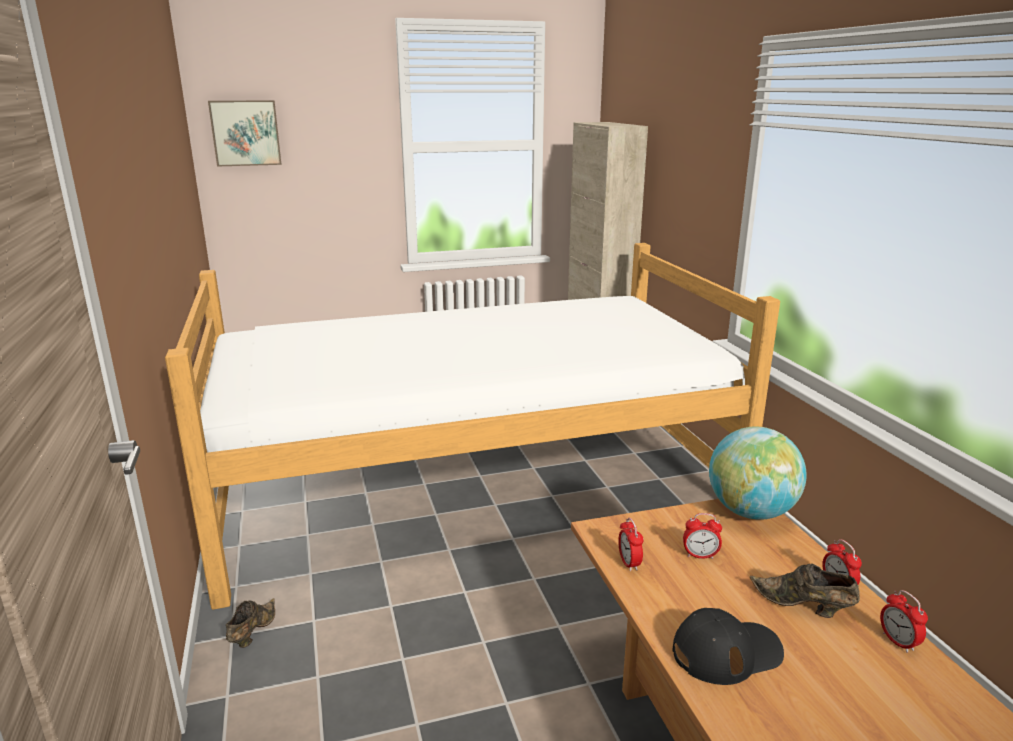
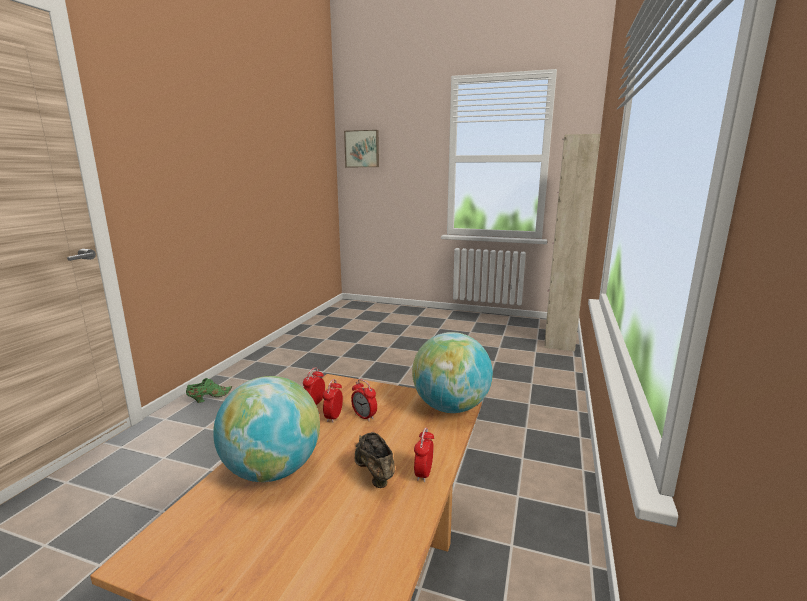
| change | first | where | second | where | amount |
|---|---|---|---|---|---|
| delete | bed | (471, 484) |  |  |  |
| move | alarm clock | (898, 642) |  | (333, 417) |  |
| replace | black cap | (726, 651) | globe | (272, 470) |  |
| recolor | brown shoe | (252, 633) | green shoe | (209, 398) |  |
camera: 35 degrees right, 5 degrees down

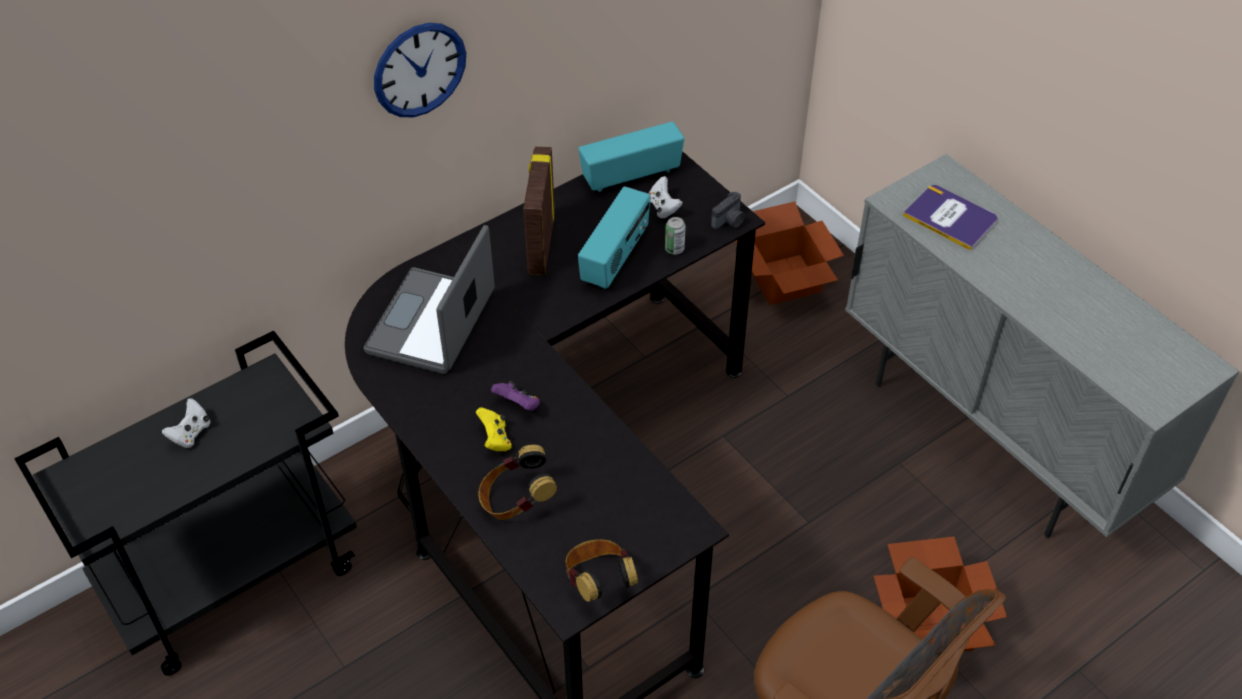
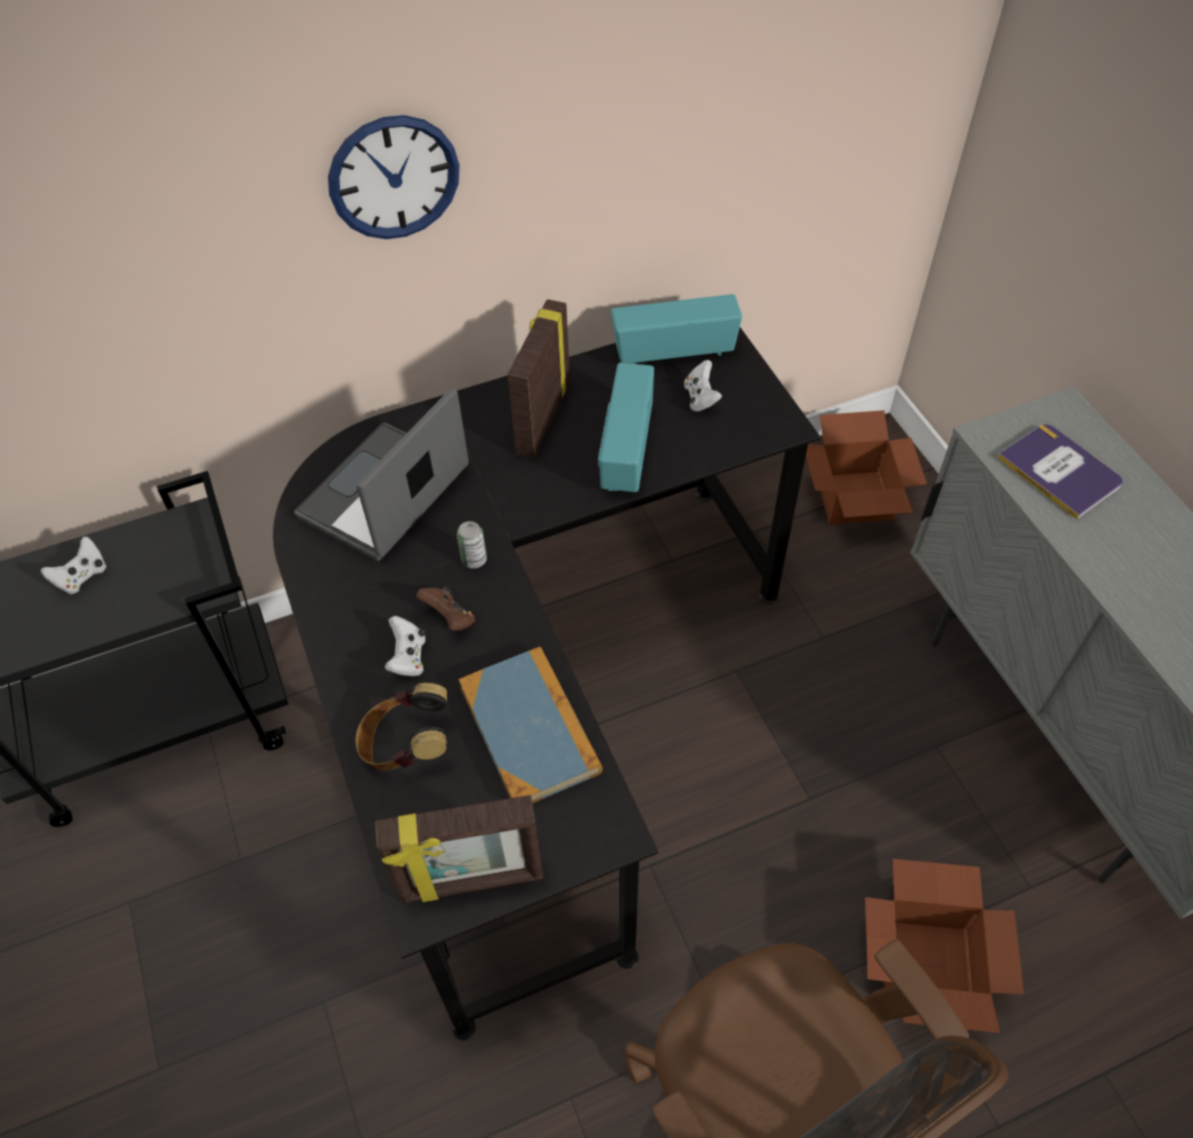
| change | first | where | second | where | amount |
|---|---|---|---|---|---|
| delete | photo camera | (729, 221) |  |  |  |
| insert |  |  | book | (530, 729) |  |
| move | can | (674, 249) |  | (474, 559) |  |
| replace | headphones | (599, 581) | picture frame | (472, 882) |  |
| recolor | yellow game controller | (495, 439) | white game controller | (408, 657) |  |
| recolor | purple game controller | (518, 405) | brown game controller | (450, 618) |  |
| rotate | radio | (616, 258) |  | (625, 451) | 150 degrees clockwise |
camera: 15 degrees right, 5 degrees up

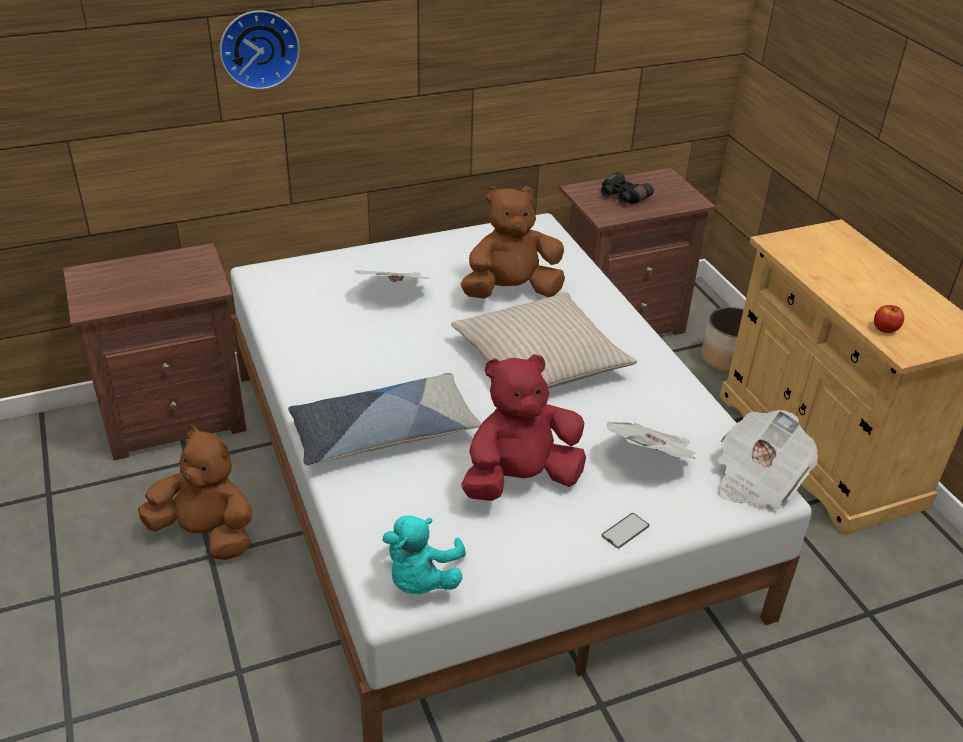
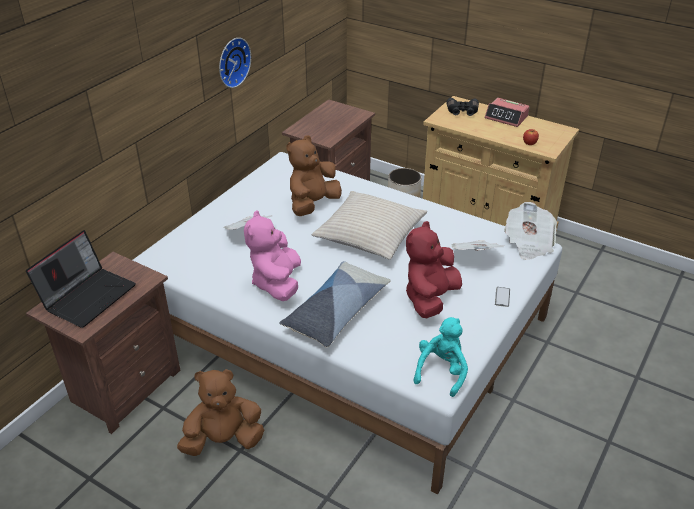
| change | first | where | second | where | amount |
|---|---|---|---|---|---|
| insert |  |  | laptop | (88, 295) |  |
| insert |  |  | pink plush toy | (277, 283) |  |
| insert |  |  | alarm clock | (506, 117) |  |
| move | wall clock | (258, 48) |  | (232, 62) |  |
| move | black binoculars | (622, 197) |  | (462, 112) |  |
| rotate | turquoise plush toy | (421, 579) |  | (441, 371) | 135 degrees counterclockwise |
camera: 35 degrees left, 0 degrees up

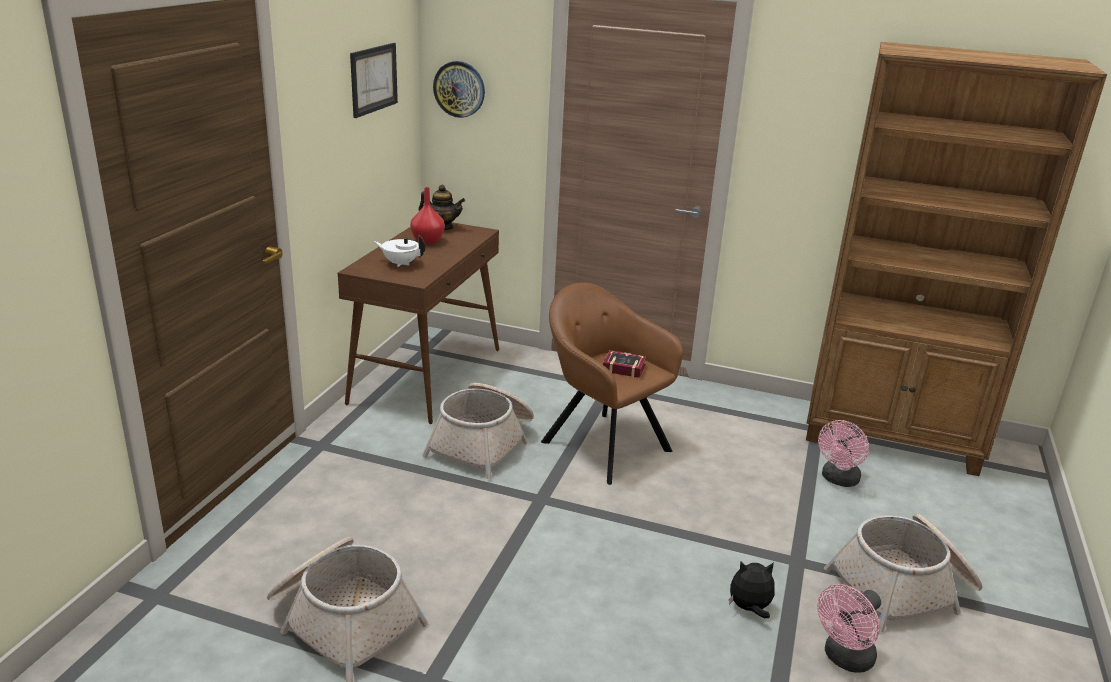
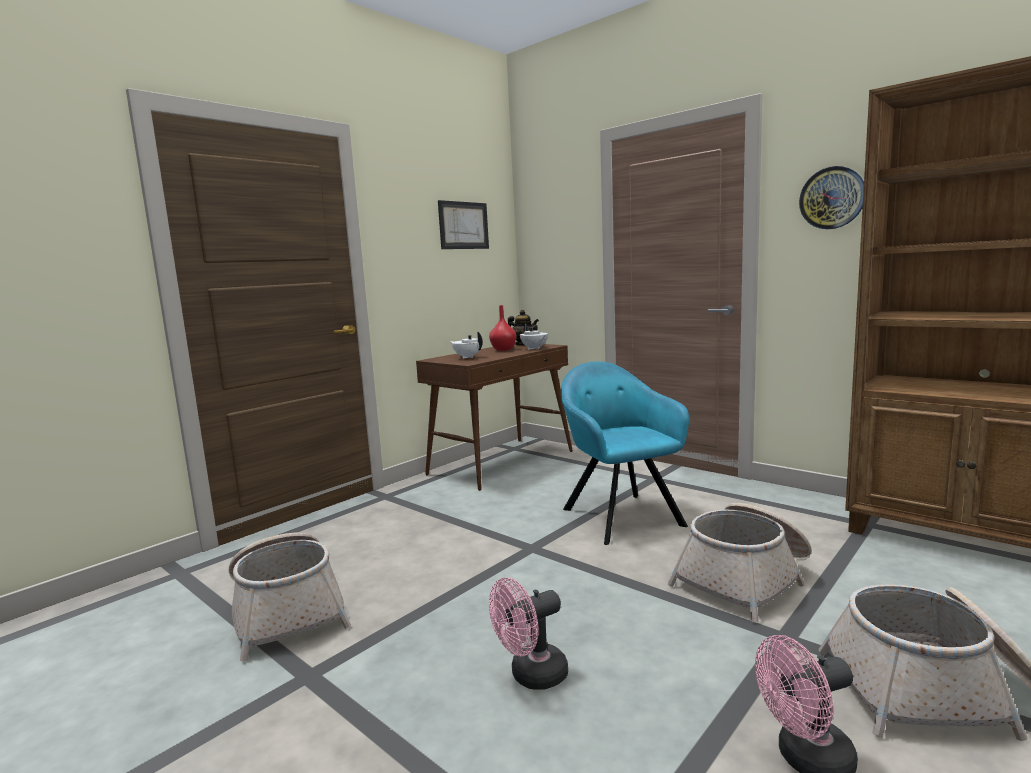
| change | first | where | second | where | amount |
|---|---|---|---|---|---|
| delete | book | (622, 367) |  |  |  |
| delete | plush toy | (749, 609) |  |  |  |
| insert |  |  | white teapot | (534, 349) |  |
| move | basket | (483, 443) |  | (745, 579) |  |
| move | wall clock | (459, 89) |  | (832, 198) |  |
| move | pink fan | (838, 480) |  | (531, 676) |  |
| recolor | brown armchair | (602, 443) | turquoise armchair | (619, 515) |  |
camera: 25 degrees right, 15 degrees down

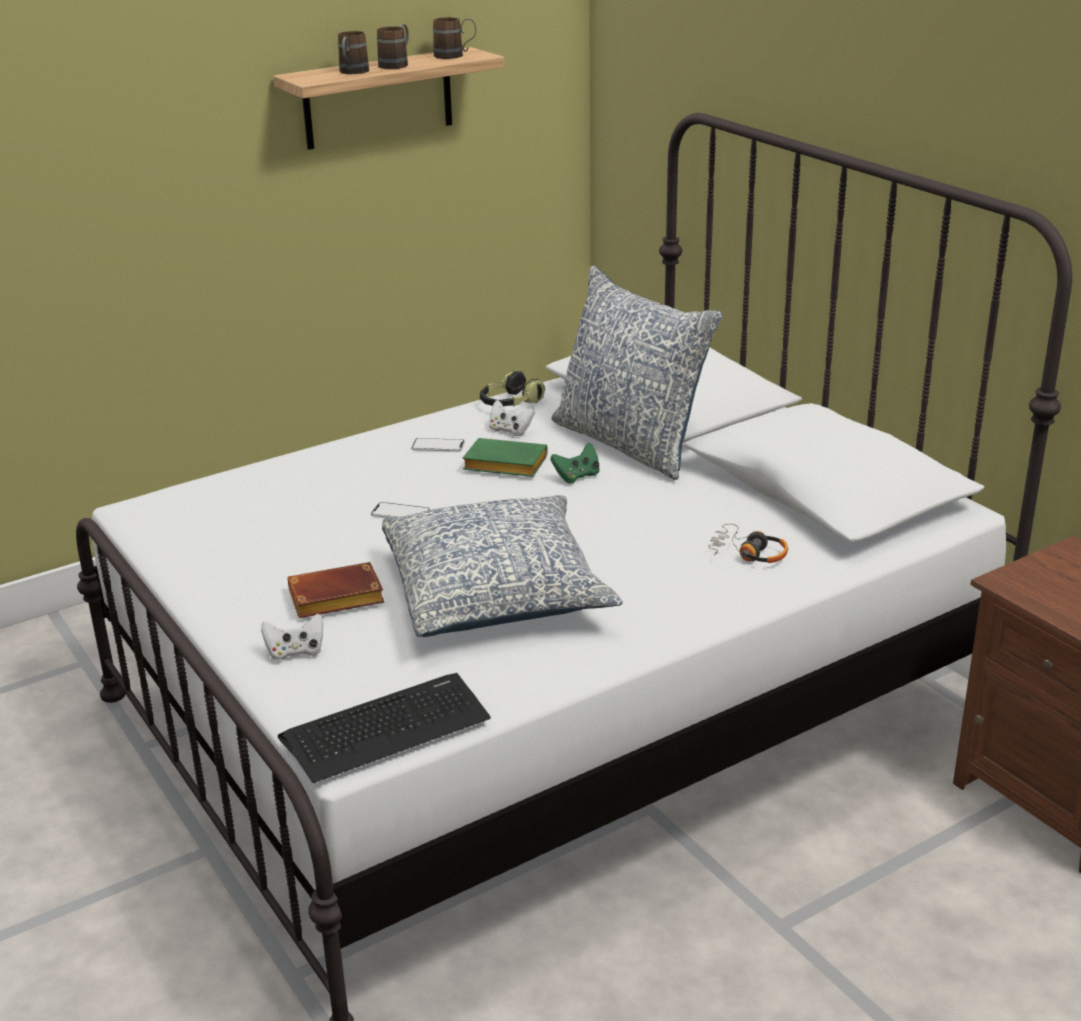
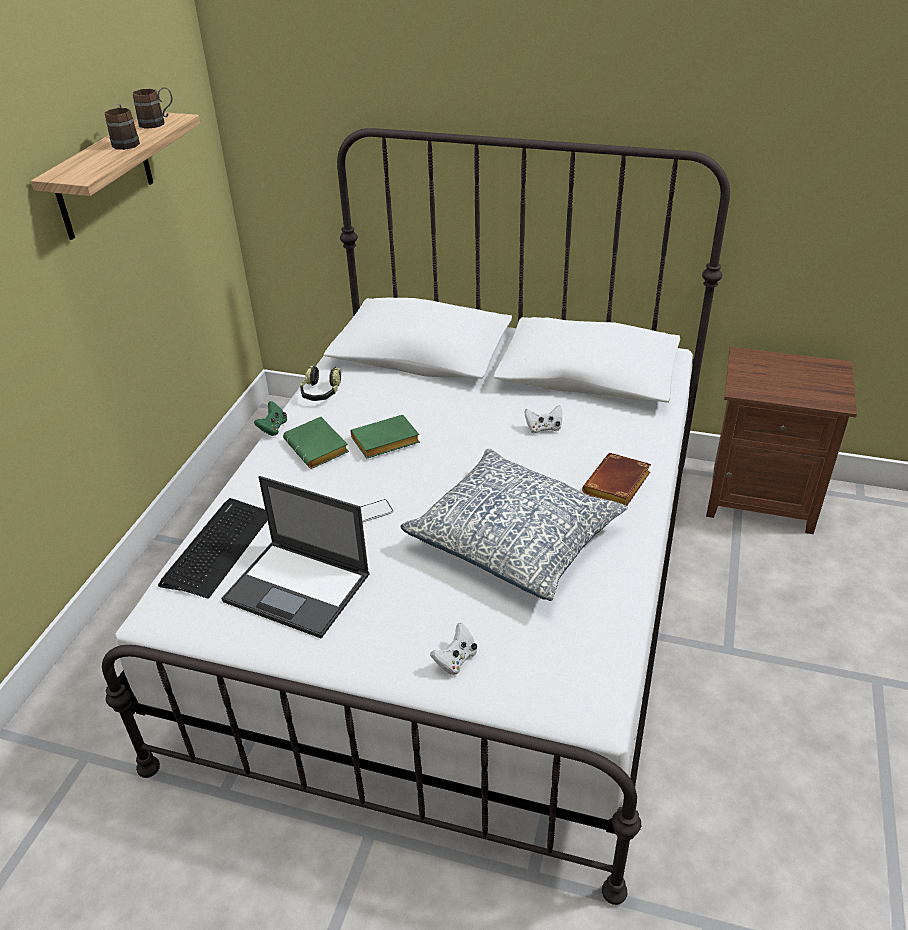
| change | first | where | second | where | amount |
|---|---|---|---|---|---|
| delete | brown mug | (352, 72) |  |  |  |
| delete | pillow | (631, 443) |  |  |  |
| delete | headphones | (748, 553) |  |  |  |
| insert |  |  | laptop | (299, 588) |  |
| move | keyboard | (386, 728) |  | (218, 548) |  |
| move | brown book | (334, 600) |  | (617, 486) |  |
| move | white game controller | (510, 431) |  | (544, 428) |  |
| move | green game controller | (577, 476) |  | (273, 428) |  |
| replace | phone | (438, 446) | green book | (319, 448) |  |
camera: 40 degrees left, 10 degrees up

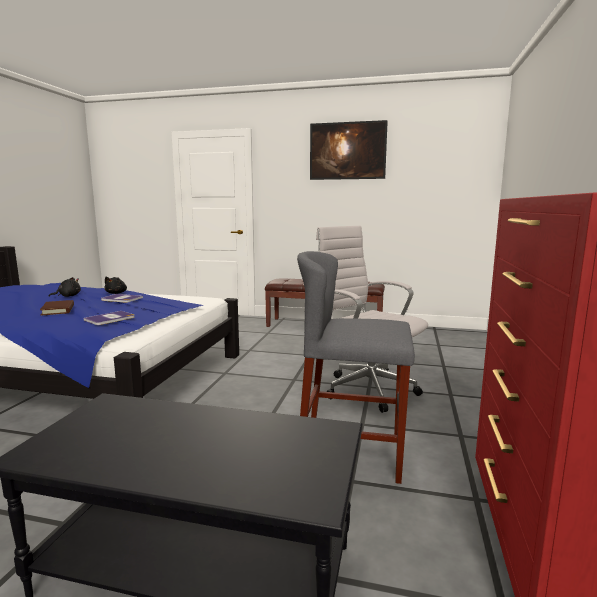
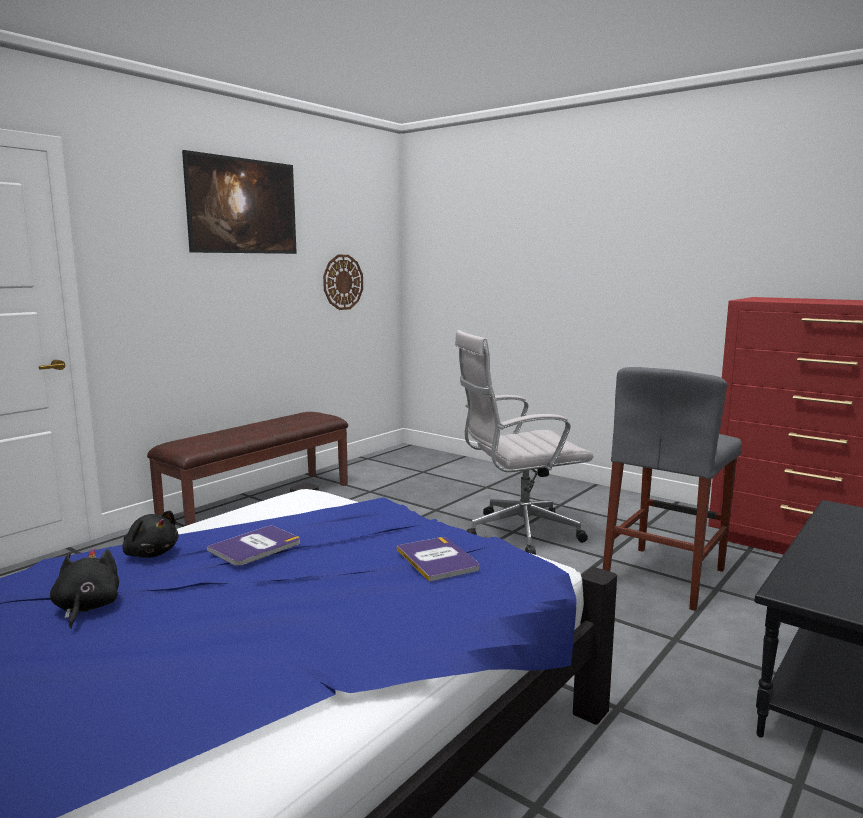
| change | first | where | second | where | amount |
|---|---|---|---|---|---|
| delete | brown book | (58, 310) |  |  |  |
| insert |  |  | wall clock | (343, 282) |  |
camera: 65 degrees left, 0 degrees up

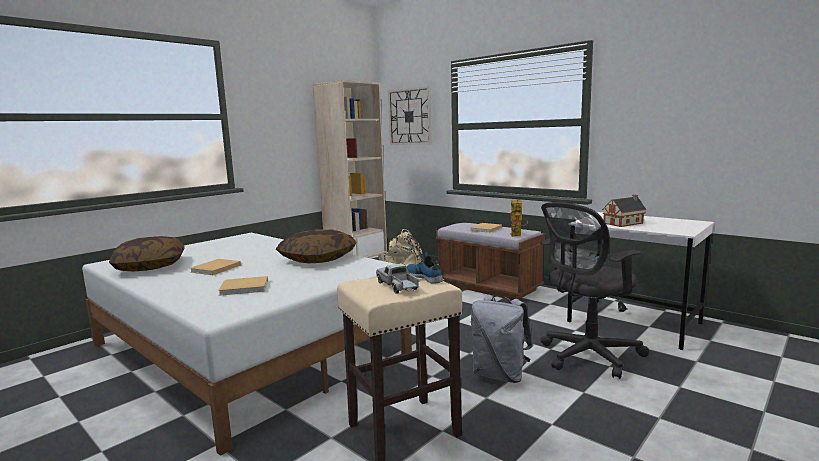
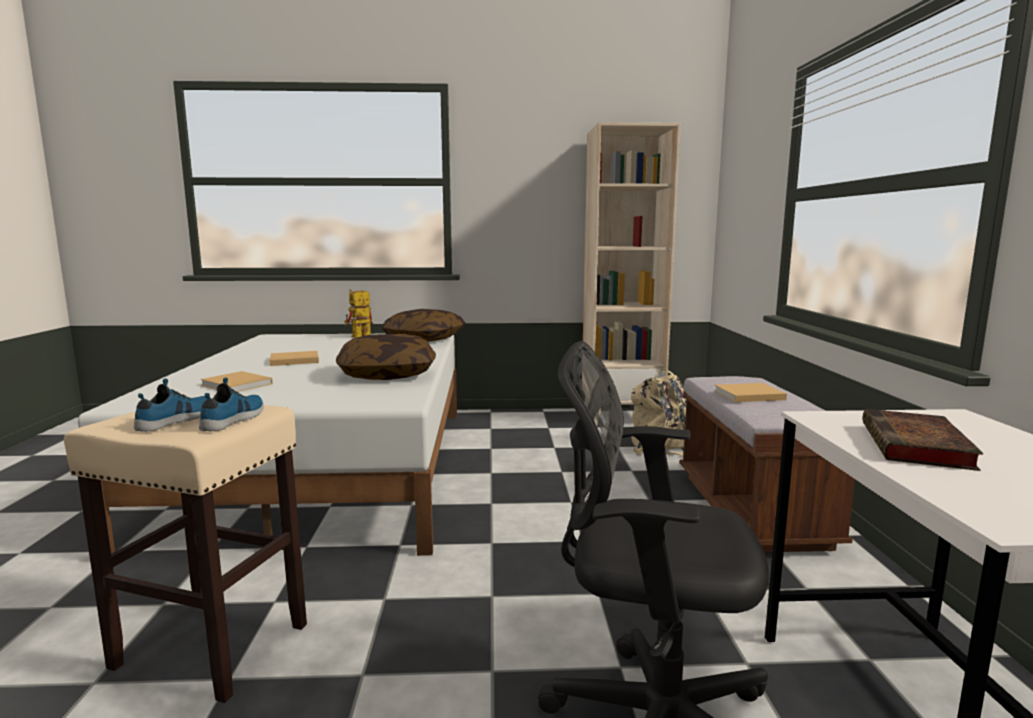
| change | first | where | second | where | amount |
|---|---|---|---|---|---|
| delete | wall clock | (409, 116) |  |  |  |
| delete | grey backpack | (500, 375) |  |  |  |
| move | pillow | (151, 266) |  | (424, 339) |  |
| move | toy robot | (517, 235) |  | (358, 337) |  |
| replace | toy truck | (398, 286) | shoe | (177, 419) |  |
| replace | toy house | (624, 223) | book | (917, 447) |  |
camera: 45 degrees right, 0 degrees up

